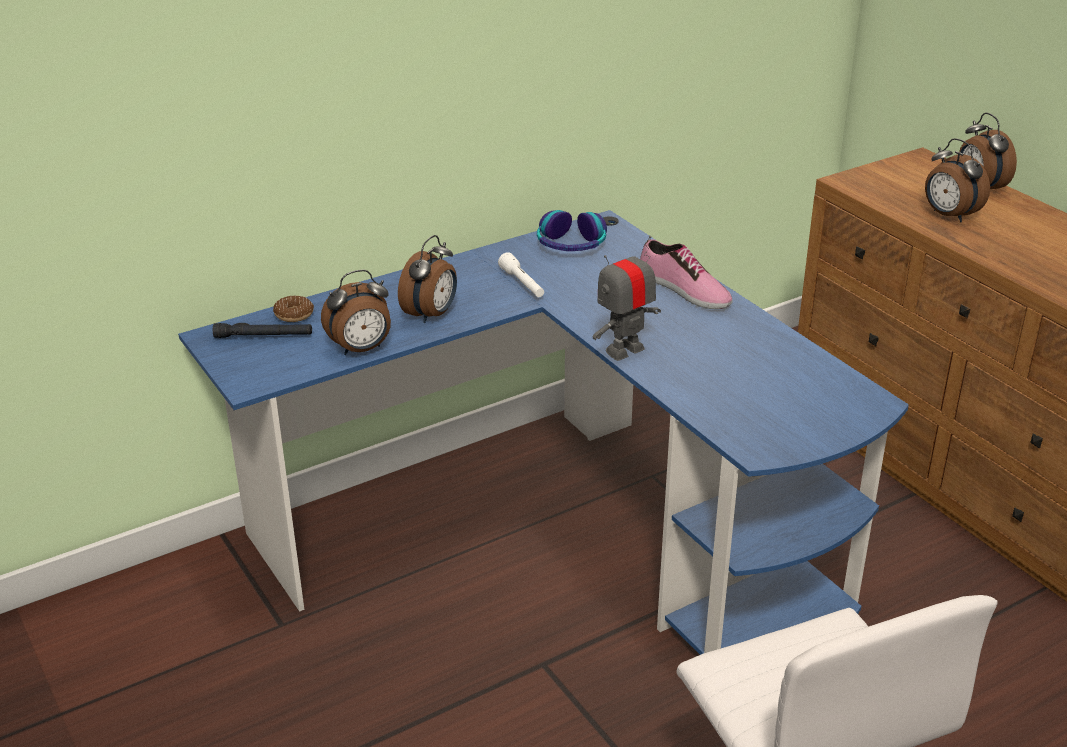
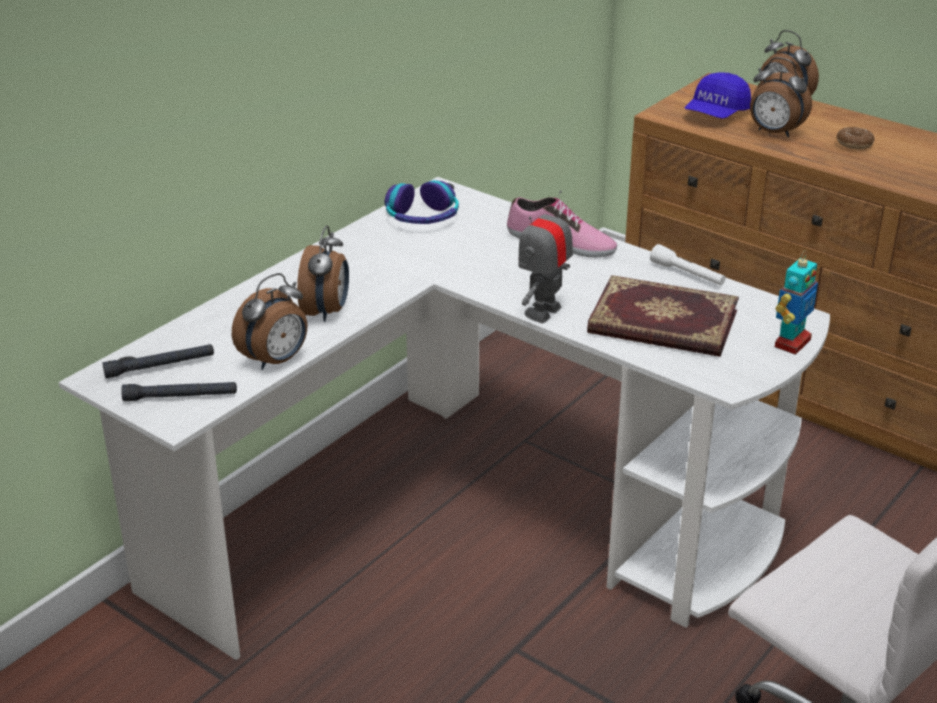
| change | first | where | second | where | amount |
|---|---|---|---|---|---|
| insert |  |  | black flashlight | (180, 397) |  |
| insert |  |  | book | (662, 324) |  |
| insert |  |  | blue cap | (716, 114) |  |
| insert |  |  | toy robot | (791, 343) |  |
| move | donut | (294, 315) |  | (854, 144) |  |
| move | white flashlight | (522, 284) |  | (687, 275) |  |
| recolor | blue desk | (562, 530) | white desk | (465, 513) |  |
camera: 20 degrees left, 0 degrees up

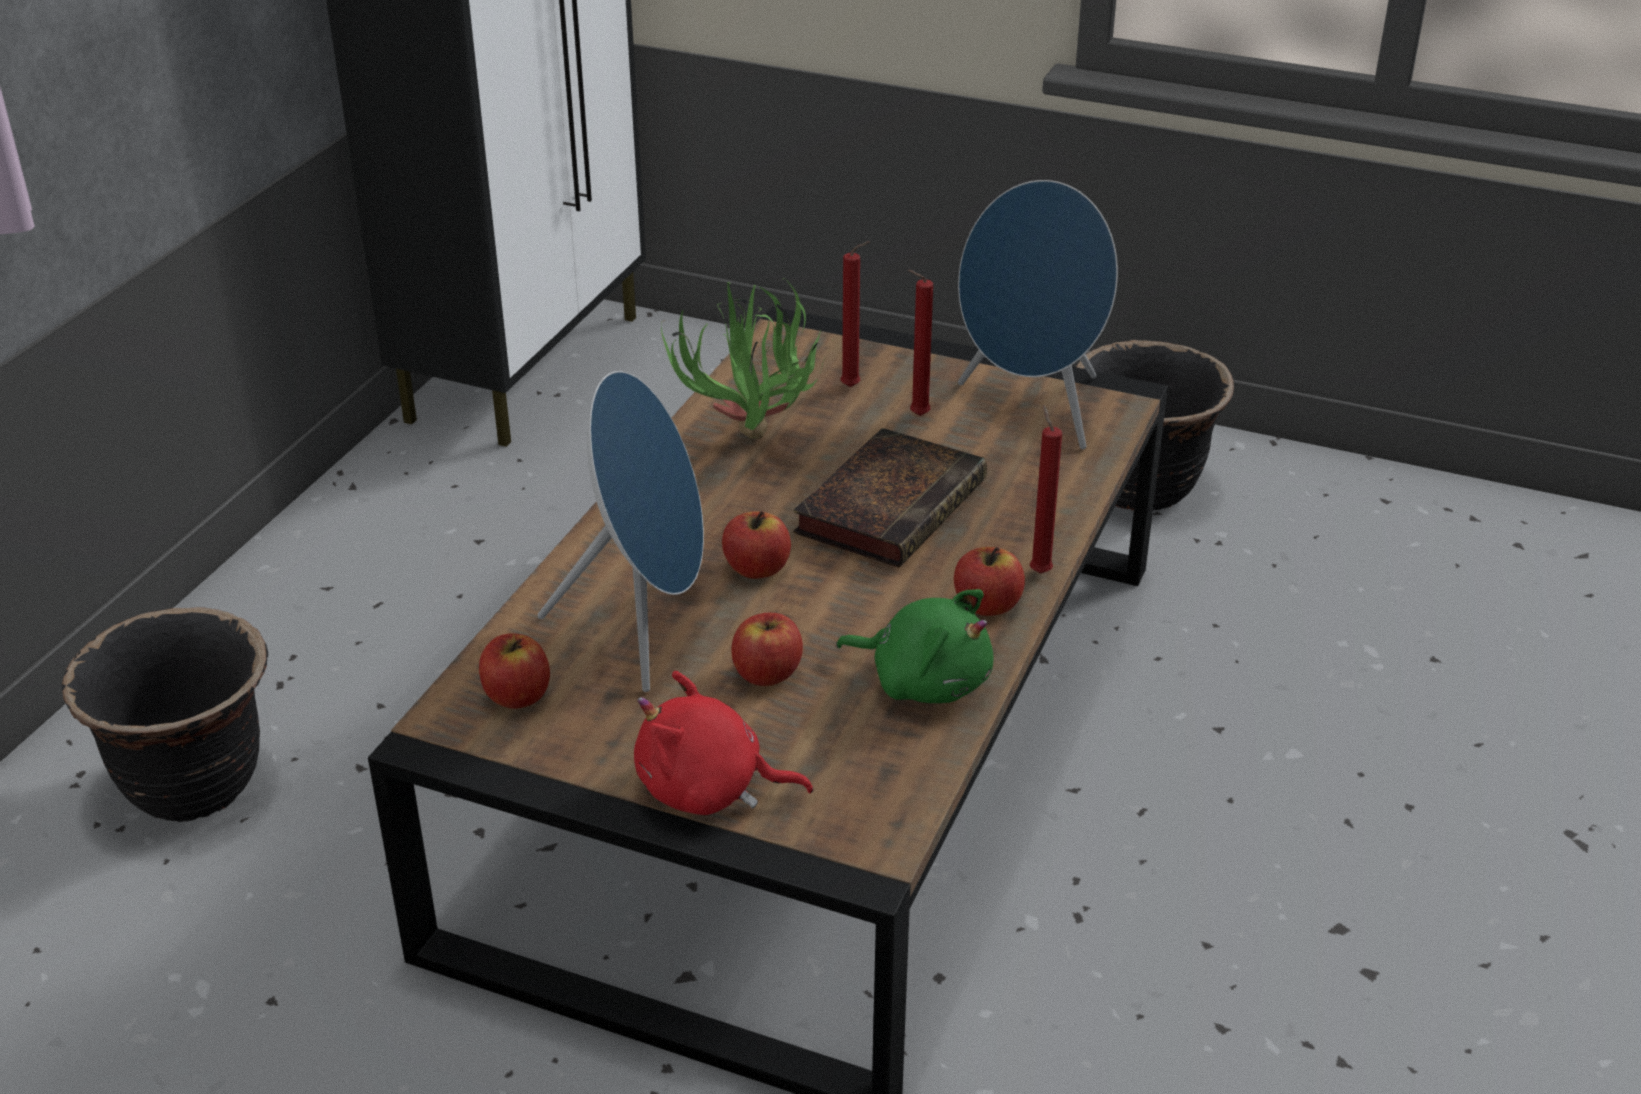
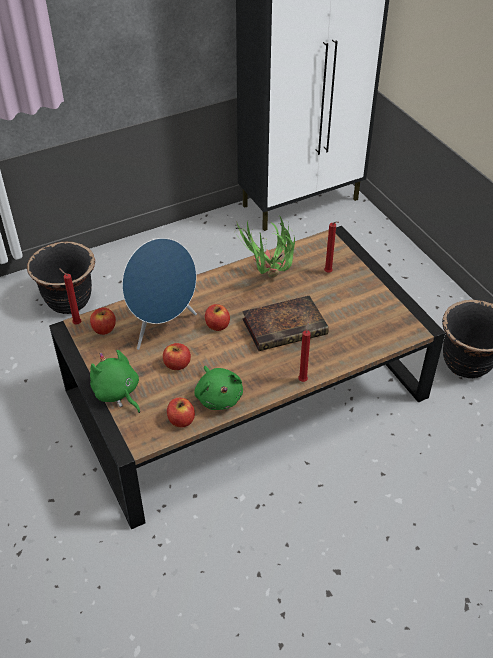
| change | first | where | second | where | amount |
|---|---|---|---|---|---|
| delete | blue speaker | (1033, 410) |  |  |  |
| move | red candle | (916, 416) |  | (76, 323) |  |
| move | apple | (987, 605) |  | (181, 420) |  |
| recolor | red plush toy | (709, 790) | green plush toy | (117, 393) |  |
camera: 40 degrees right, 10 degrees up

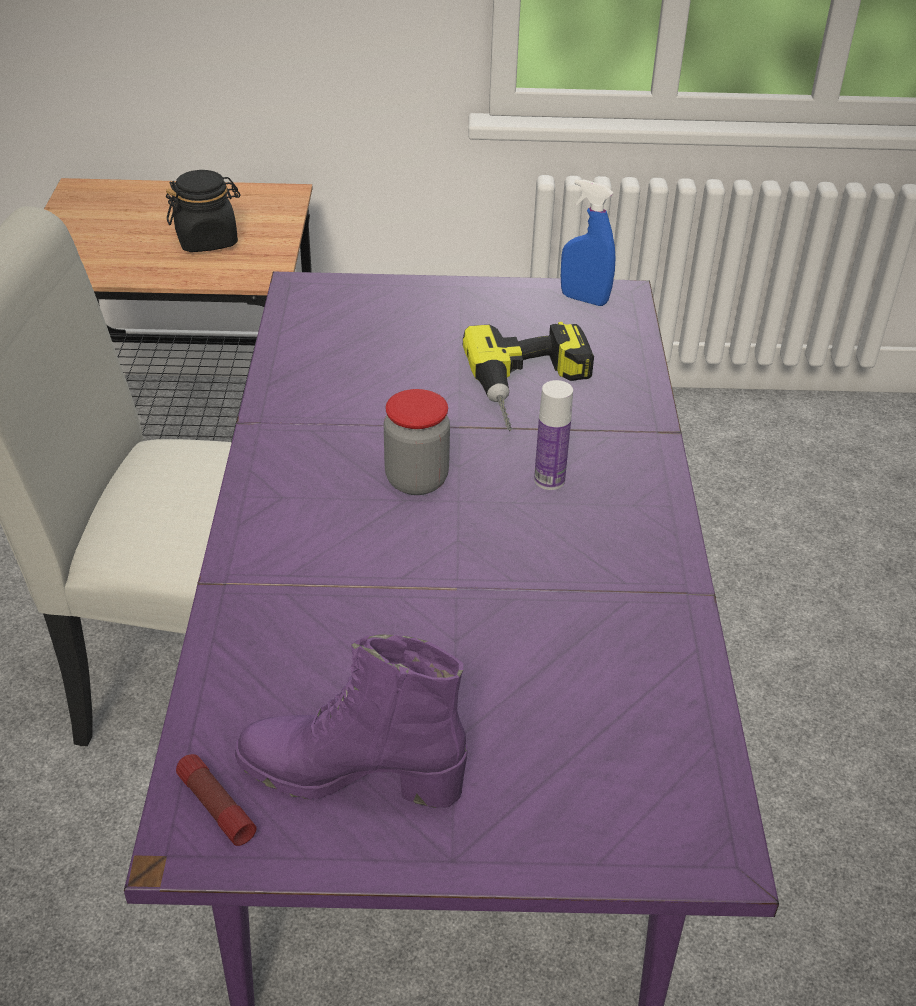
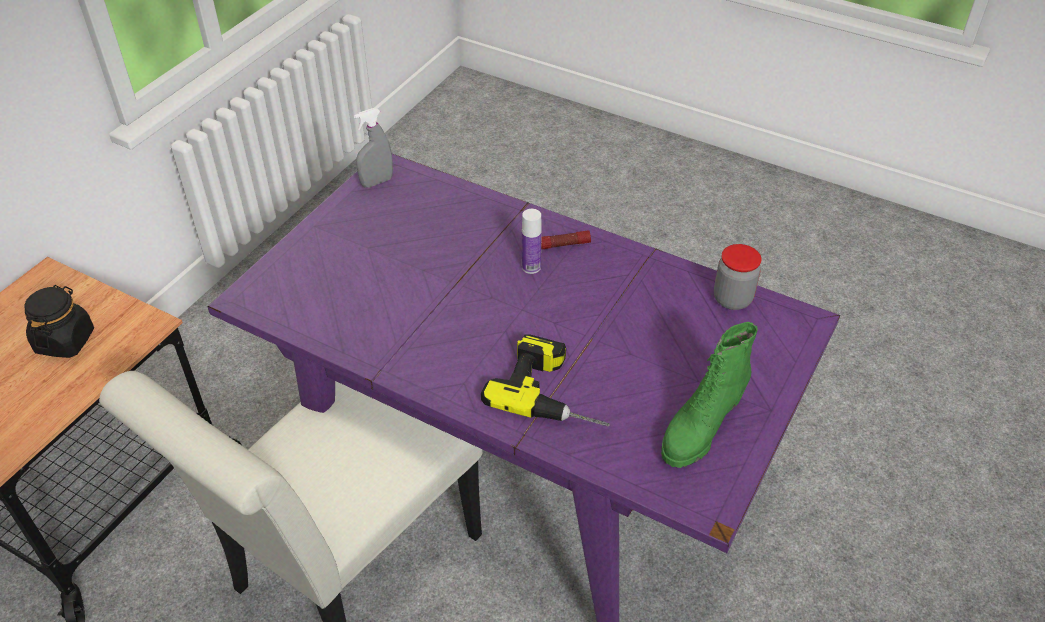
| change | first | where | second | where | amount |
|---|---|---|---|---|---|
| move | flashlight | (215, 807) |  | (564, 245) |  |
| move | jar | (416, 480) |  | (732, 299) |  |
| move | power drill | (534, 388) |  | (555, 391) |  |
| recolor | purple boot | (351, 775) | green boot | (700, 428) |  |
| recolor | blue spray bottle | (584, 299) | grey spray bottle | (377, 182) |  |
camera: 60 degrees left, 5 degrees up

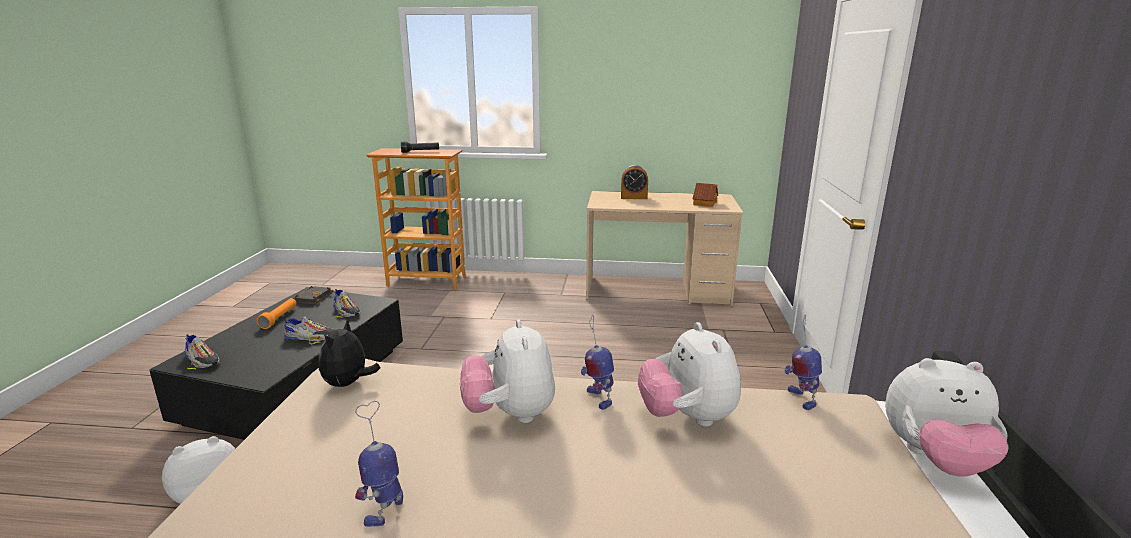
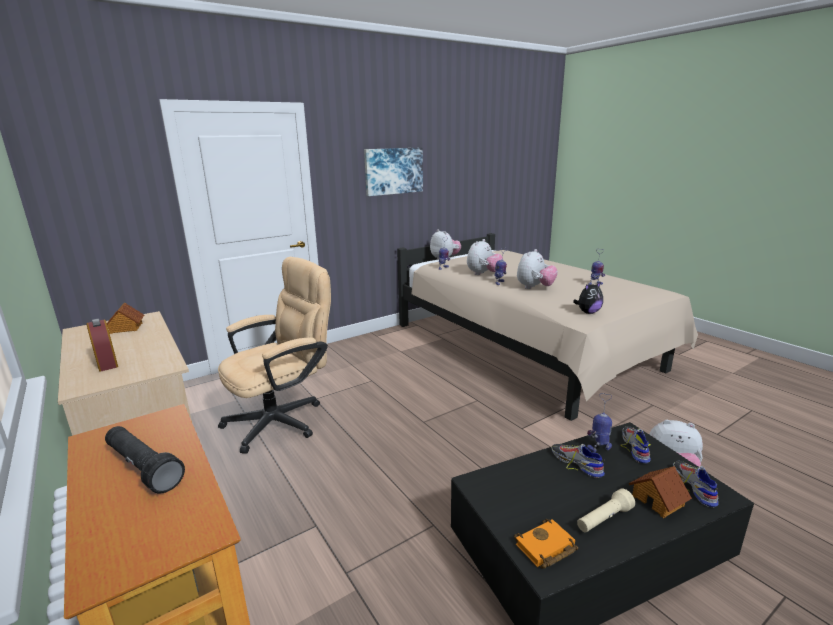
| change | first | where | second | where | amount |
|---|---|---|---|---|---|
| insert |  |  | beige office chair | (283, 419) |  |
| insert |  |  | picture | (393, 171) |  |
| insert |  |  | toy robot | (600, 448) |  |
| insert |  |  | toy house | (658, 500) |  |
| move | shoe | (346, 311) |  | (635, 447) |  |
| recolor | orange flashlight | (279, 318) | beige flashlight | (603, 519) |  |
| recolor | black book | (313, 297) | orange book | (545, 548) |  |
camera: 130 degrees left, 0 degrees up

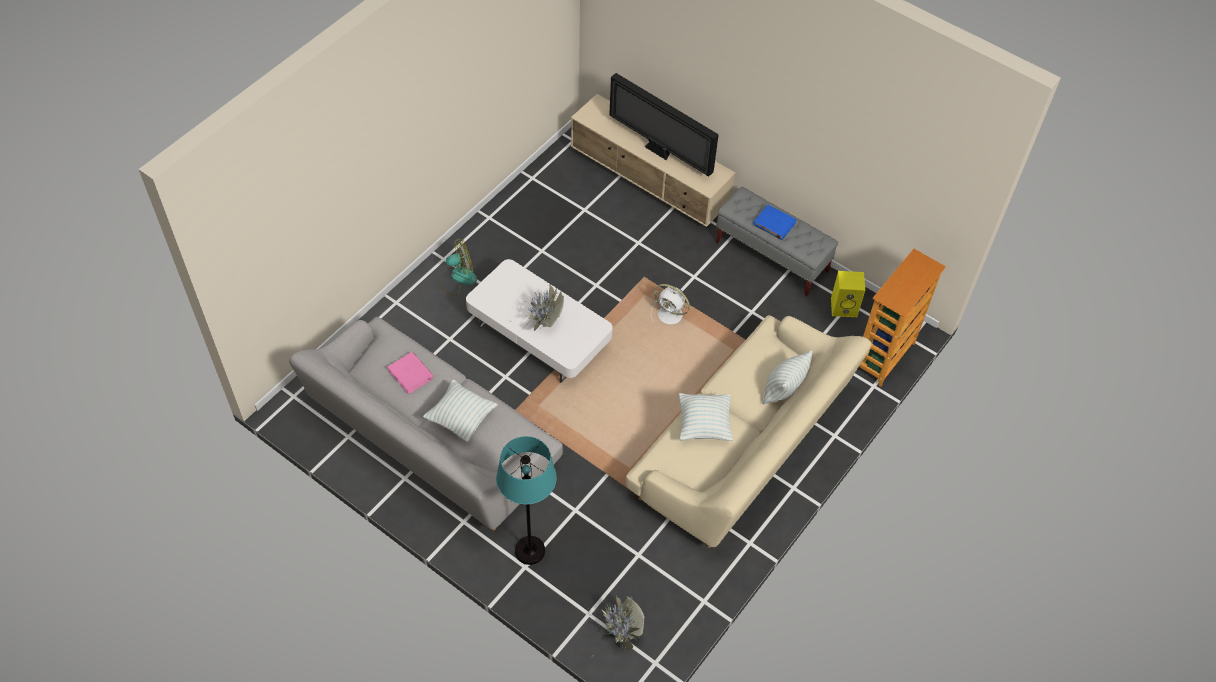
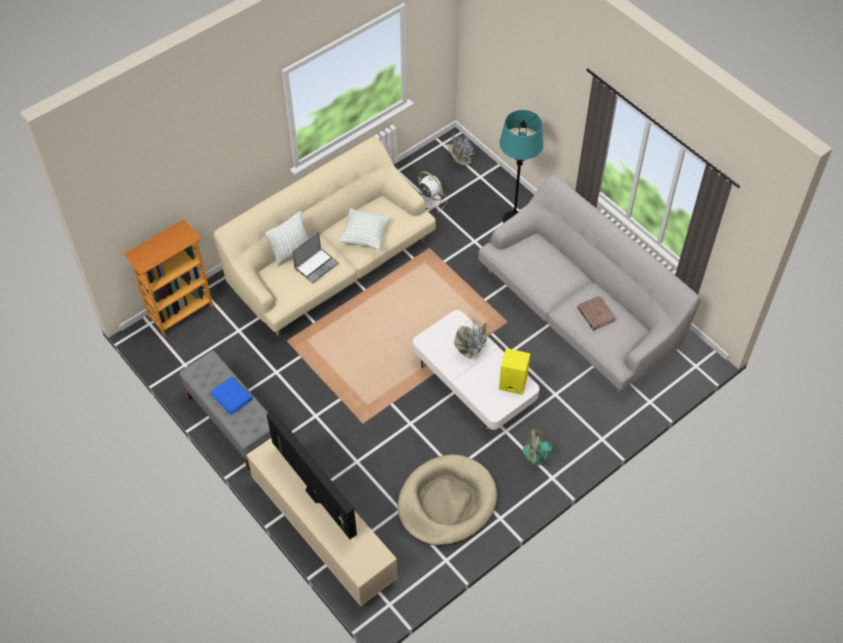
| change | first | where | second | where | amount |
|---|---|---|---|---|---|
| delete | pillow | (461, 418) |  |  |  |
| insert |  |  | laptop | (316, 265) |  |
| insert |  |  | beige dog bed | (446, 502) |  |
| move | white fan | (671, 315) |  | (429, 199) |  |
| move | yellow speaker | (844, 307) |  | (512, 383) |  |
| recolor | pink book | (411, 374) | brown book | (595, 314) |  |
camera: 165 degrees left, 0 degrees up

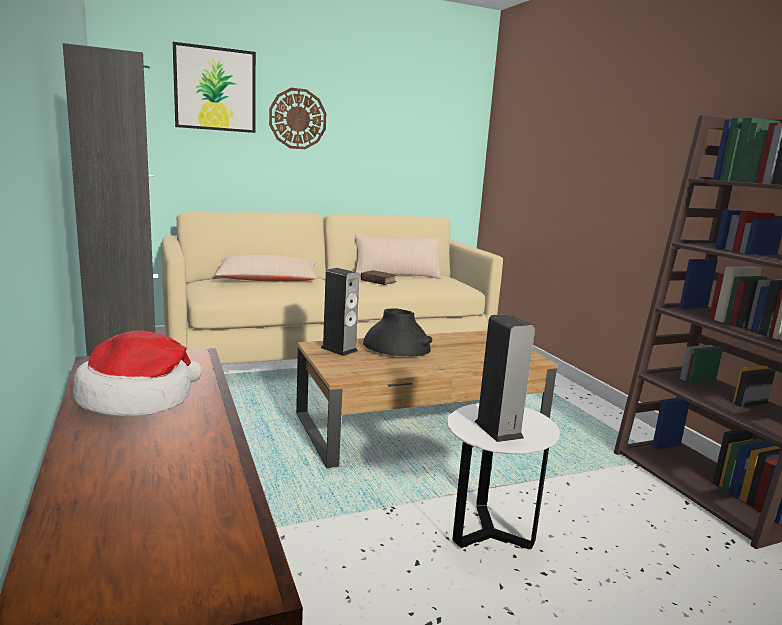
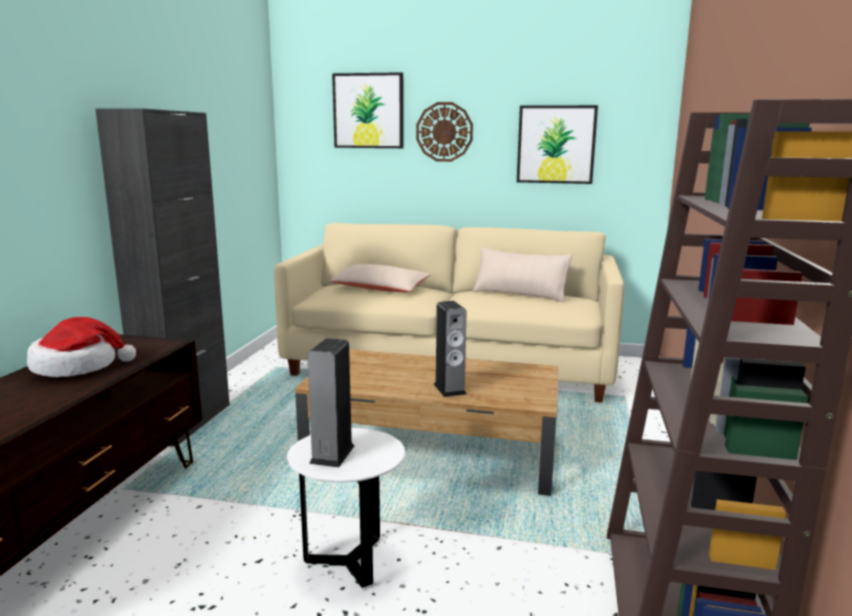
| change | first | where | second | where | amount |
|---|---|---|---|---|---|
| delete | book | (379, 281) |  |  |  |
| delete | black vase | (396, 348) |  |  |  |
| insert |  |  | picture | (556, 144) |  |
| move | speaker | (339, 349) |  | (449, 389) |  |
camera: 35 degrees right, 0 degrees up

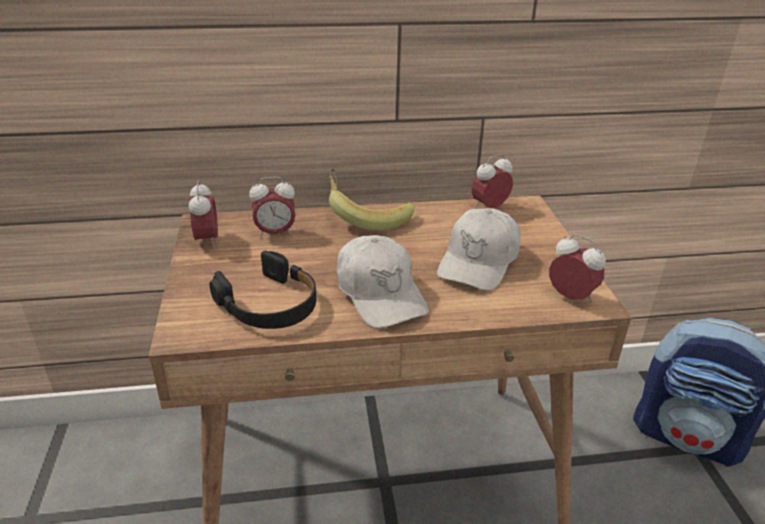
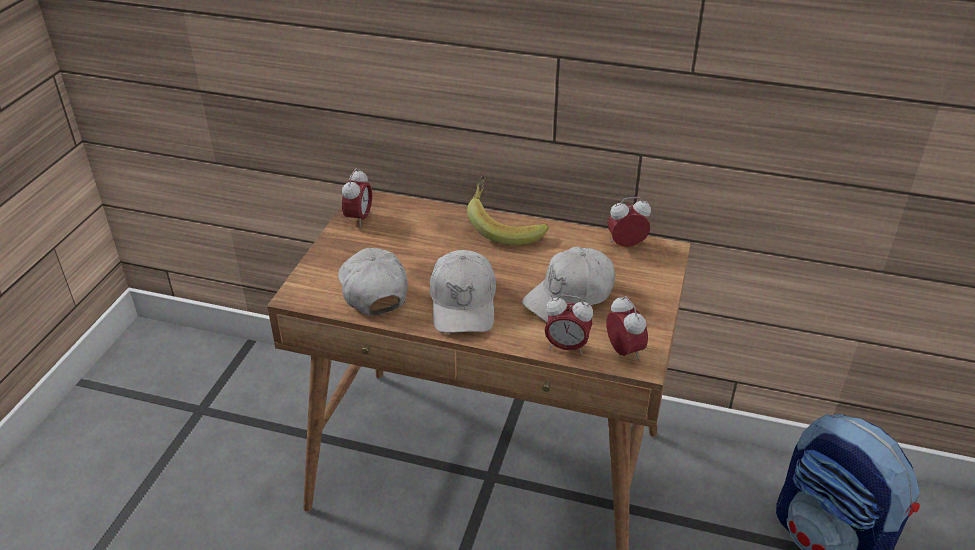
| change | first | where | second | where | amount |
|---|---|---|---|---|---|
| move | alarm clock | (275, 233) |  | (566, 347) |  |
| replace | black headphones | (270, 304) | white cap | (372, 289) |  |
camera: 25 degrees right, 5 degrees up

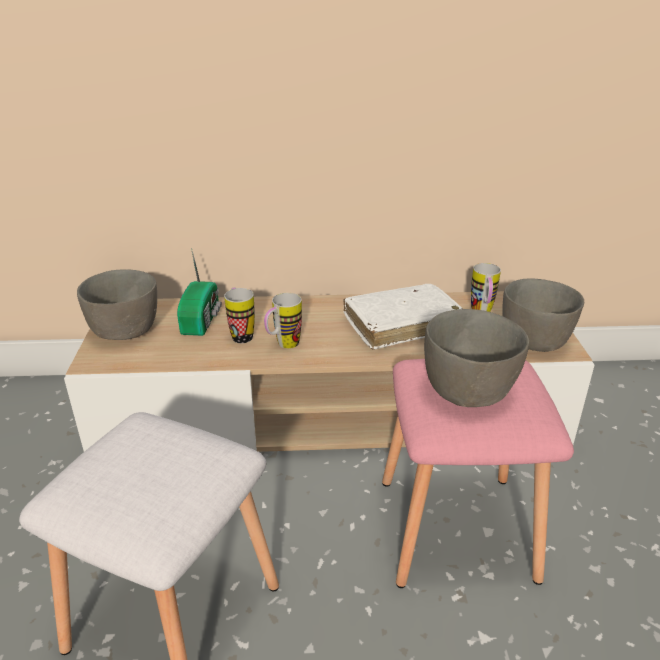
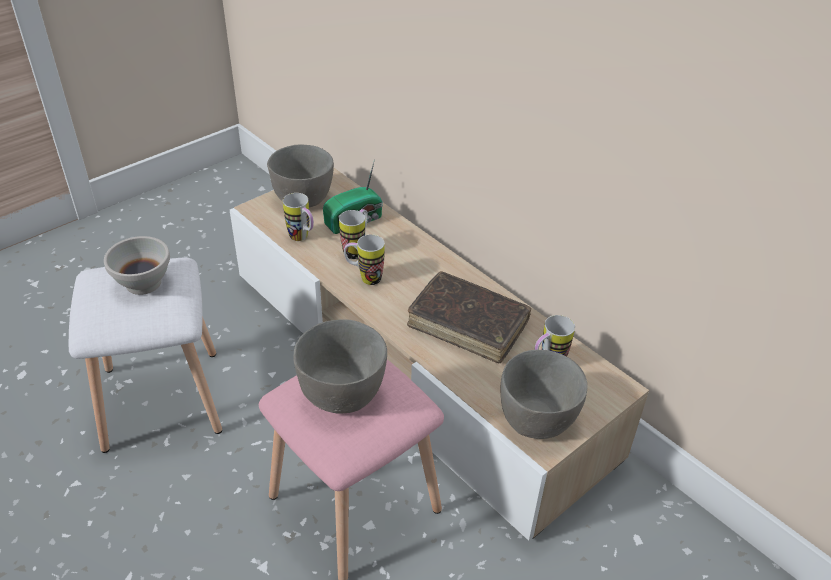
| change | first | where | second | where | amount |
|---|---|---|---|---|---|
| insert |  |  | white bowl | (144, 283) |  |
| insert |  |  | mug | (302, 238) |  |
| recolor | white book | (402, 324) | brown book | (468, 325) |  |
camera: 50 degrees right, 10 degrees up

